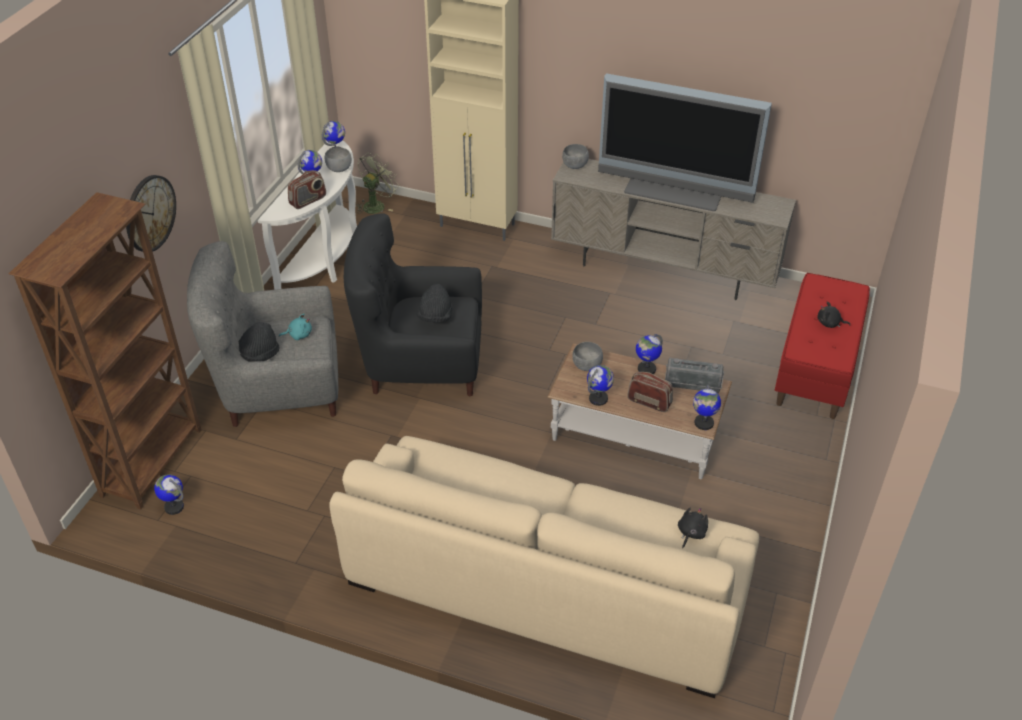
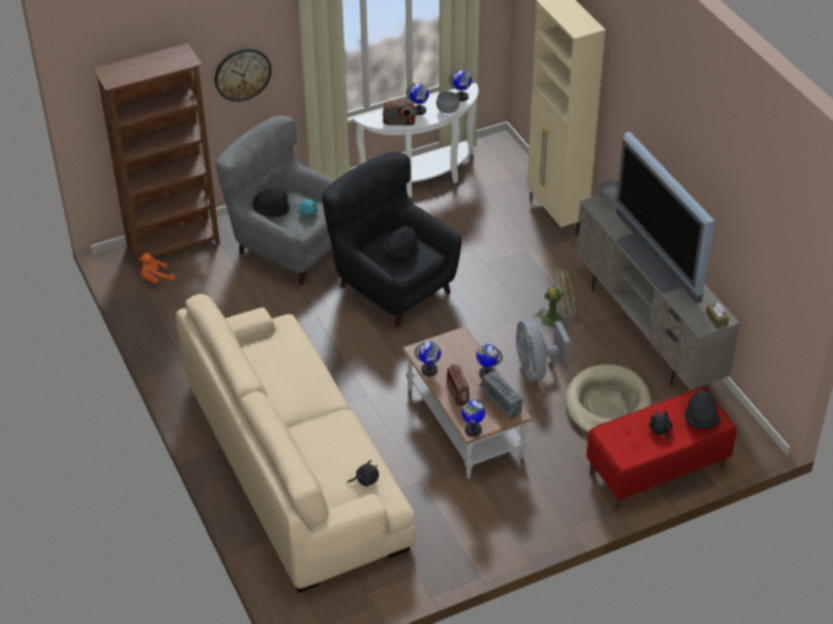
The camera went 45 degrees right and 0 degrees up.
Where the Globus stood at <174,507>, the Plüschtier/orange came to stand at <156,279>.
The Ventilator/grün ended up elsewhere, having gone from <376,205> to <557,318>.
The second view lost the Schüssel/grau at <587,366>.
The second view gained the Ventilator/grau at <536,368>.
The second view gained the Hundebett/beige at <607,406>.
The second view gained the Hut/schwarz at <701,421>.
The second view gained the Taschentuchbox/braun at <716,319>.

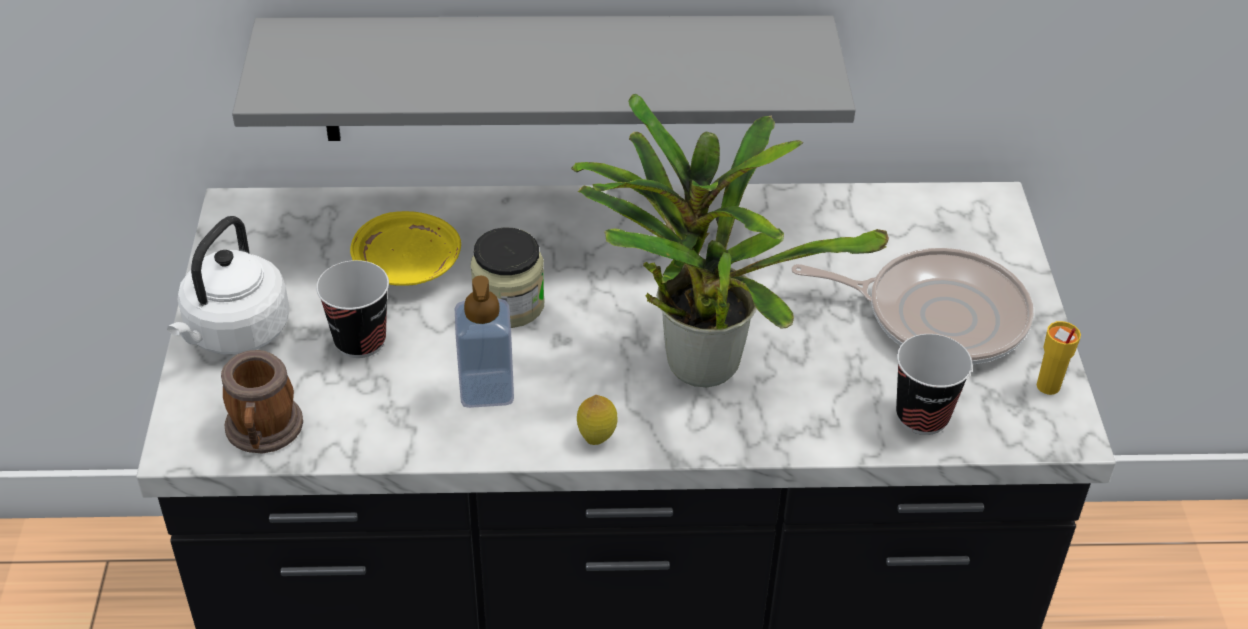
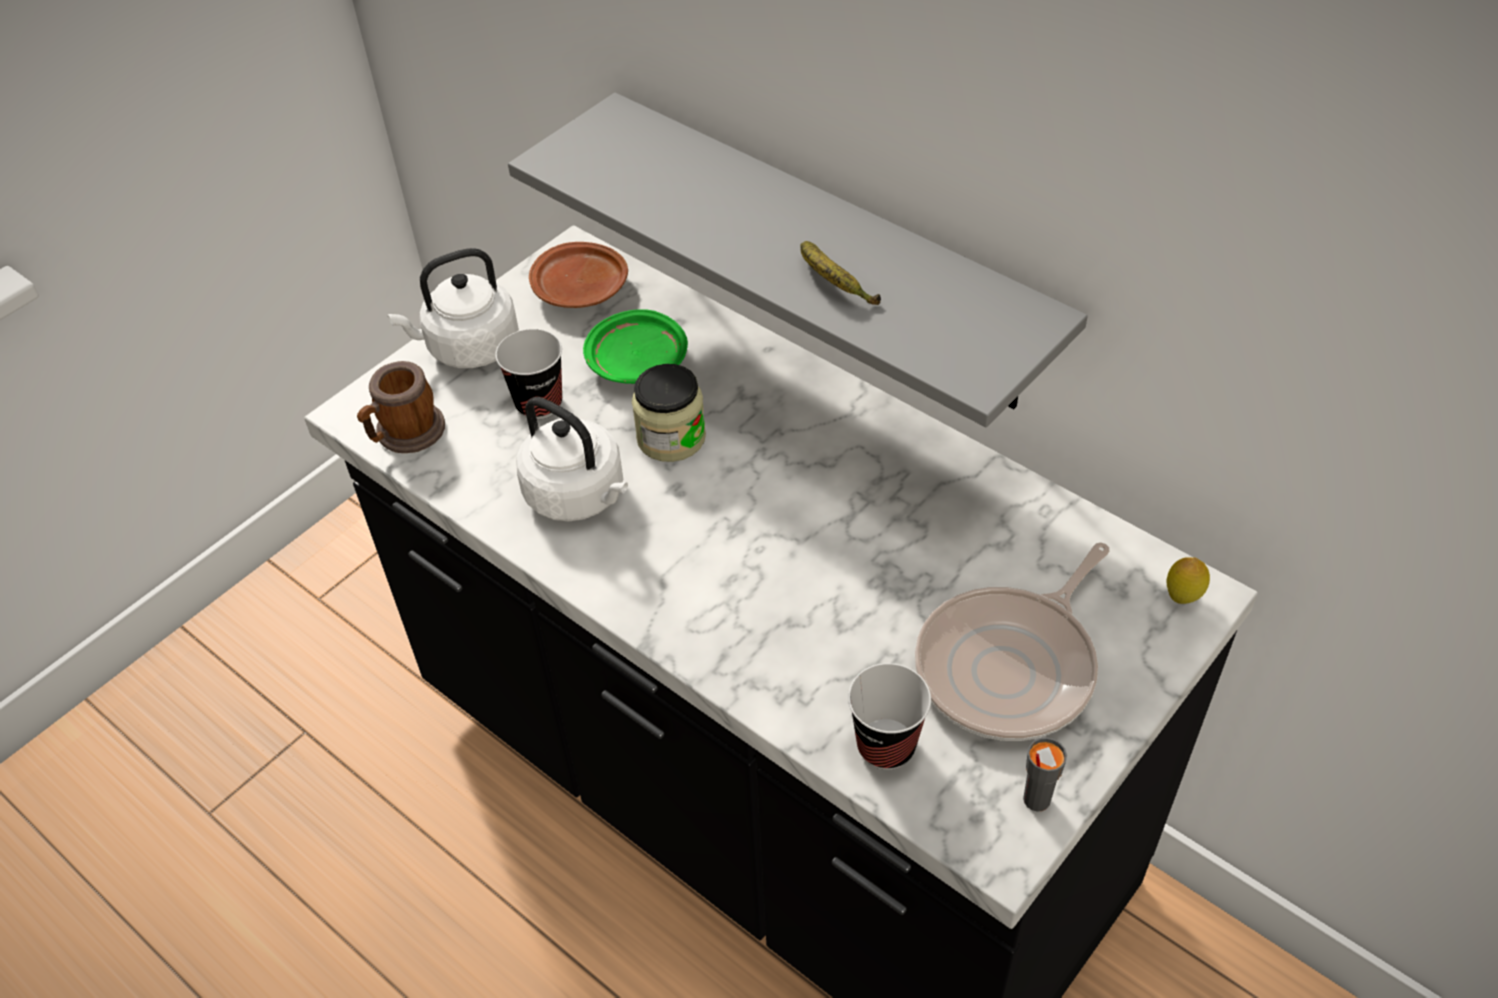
The camera went 45 degrees right and 5 degrees up.
What was the Teller/gelb at <408,265> turned into the Teller/grün at <637,362>.
Where the Seifenspender stood at <486,389>, the Wasserkessel/weiß came to stand at <579,496>.
The second view lost the Topfpflanze at <697,359>.
The Zitrone ended up elsewhere, having gone from <596,438> to <1182,597>.
The Pfanne at <937,315> ended up facing another way, 75 degrees clockwise from before.
What was the Tasse/gelb at <1047,386> turned into the Tasse/grau at <1035,799>.
The second view gained the Teller/braun at <581,290>.
The second view gained the Banane at <833,284>.

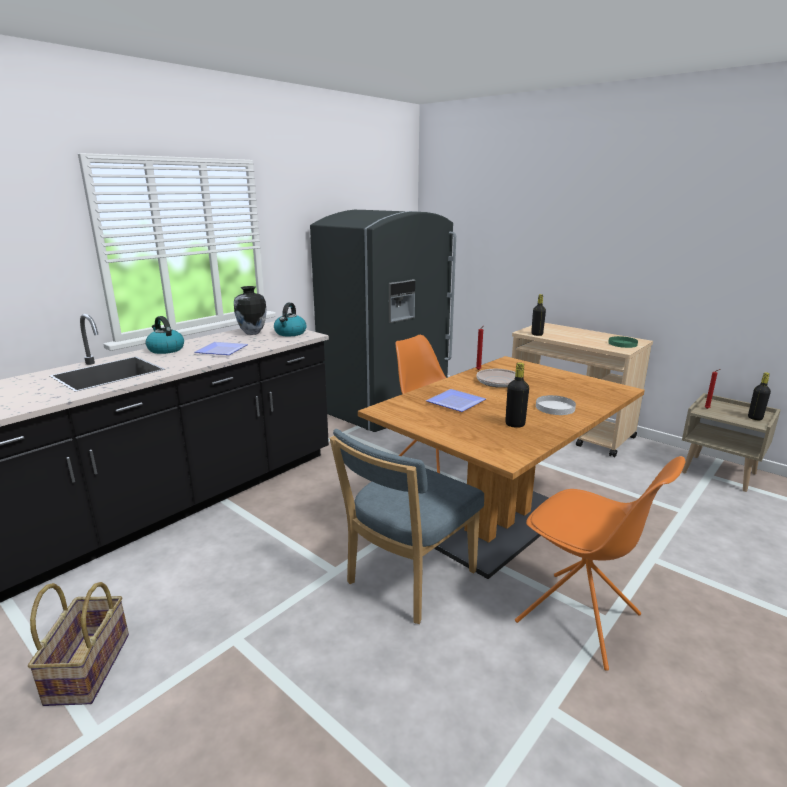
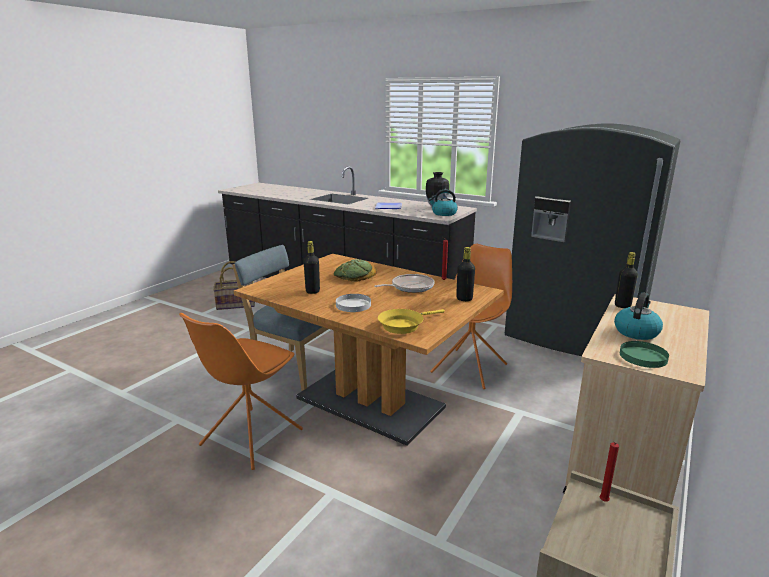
The camera went 80 degrees right and 0 degrees up.
The Wasserkessel ended up elsewhere, having gone from <165,349> to <636,332>.
Where the Teller stood at <458,402>, the Brot came to stand at <354,275>.
The Flasche/schwarz ended up elsewhere, having gone from <755,418> to <464,299>.
The second view gained the Pfanne/gelb at <404,325>.

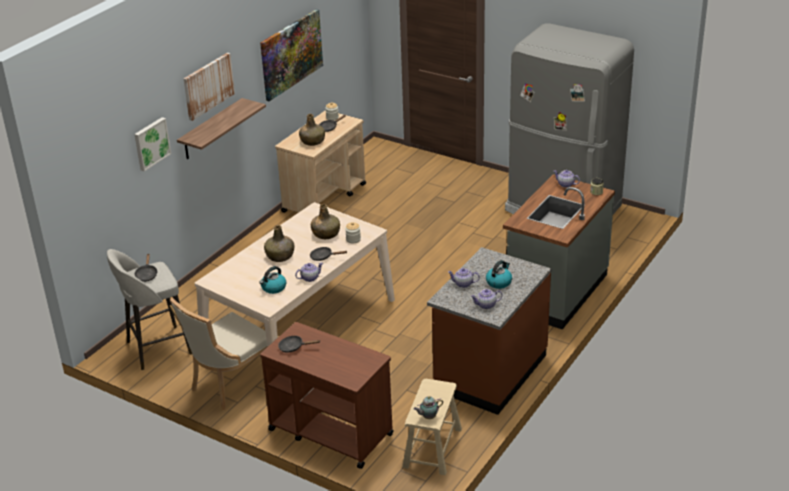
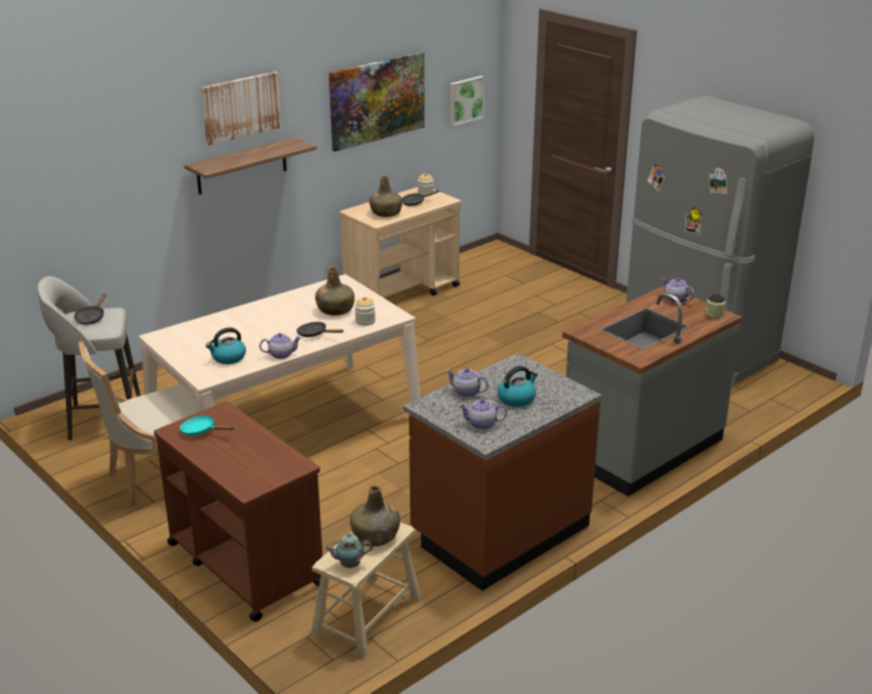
The camera went 15 degrees right and 5 degrees down.
The Bild ended up elsewhere, having gone from <151,143> to <465,100>.
The Flasche/grün ended up elsewhere, having gone from <280,256> to <375,536>.
What was the Pfanne/schwarz at <293,347> turned into the Pfanne/türkis at <201,431>.

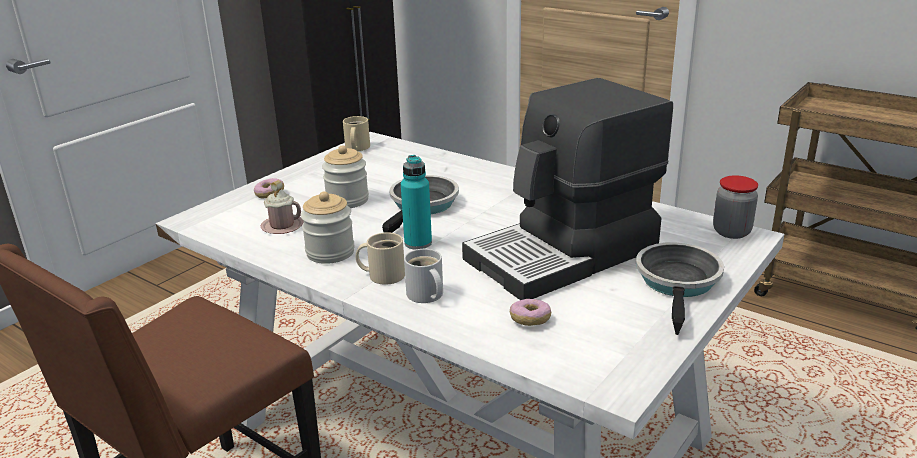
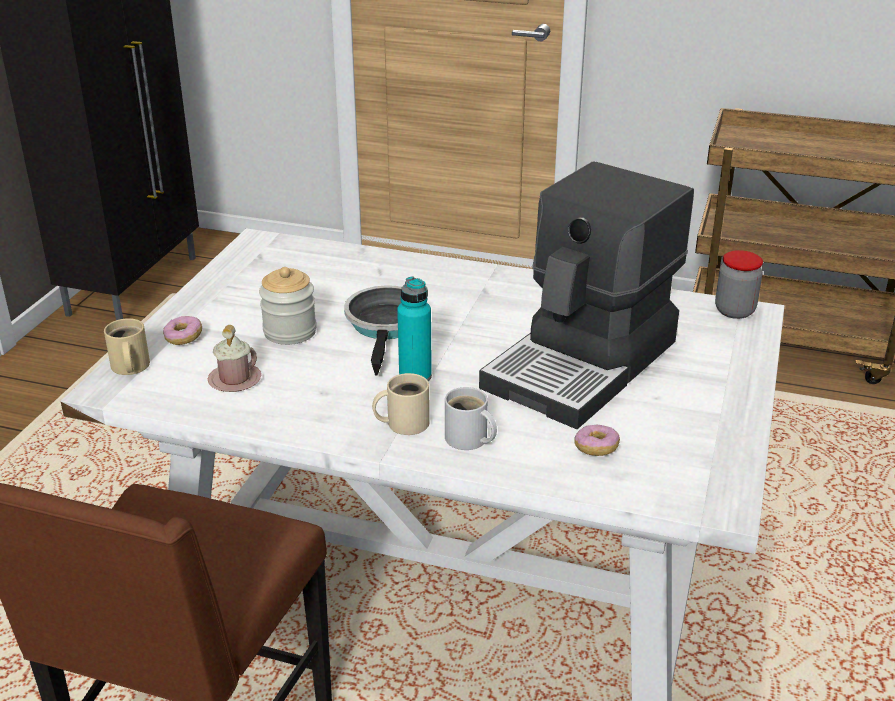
The camera went 20 degrees left and 5 degrees up.
The second view lost the Vorratsglas at <330,252>.
The Henkelbecher/beige ended up elsewhere, having gone from <356,148> to <129,367>.
The second view lost the Pfanne at <678,283>.

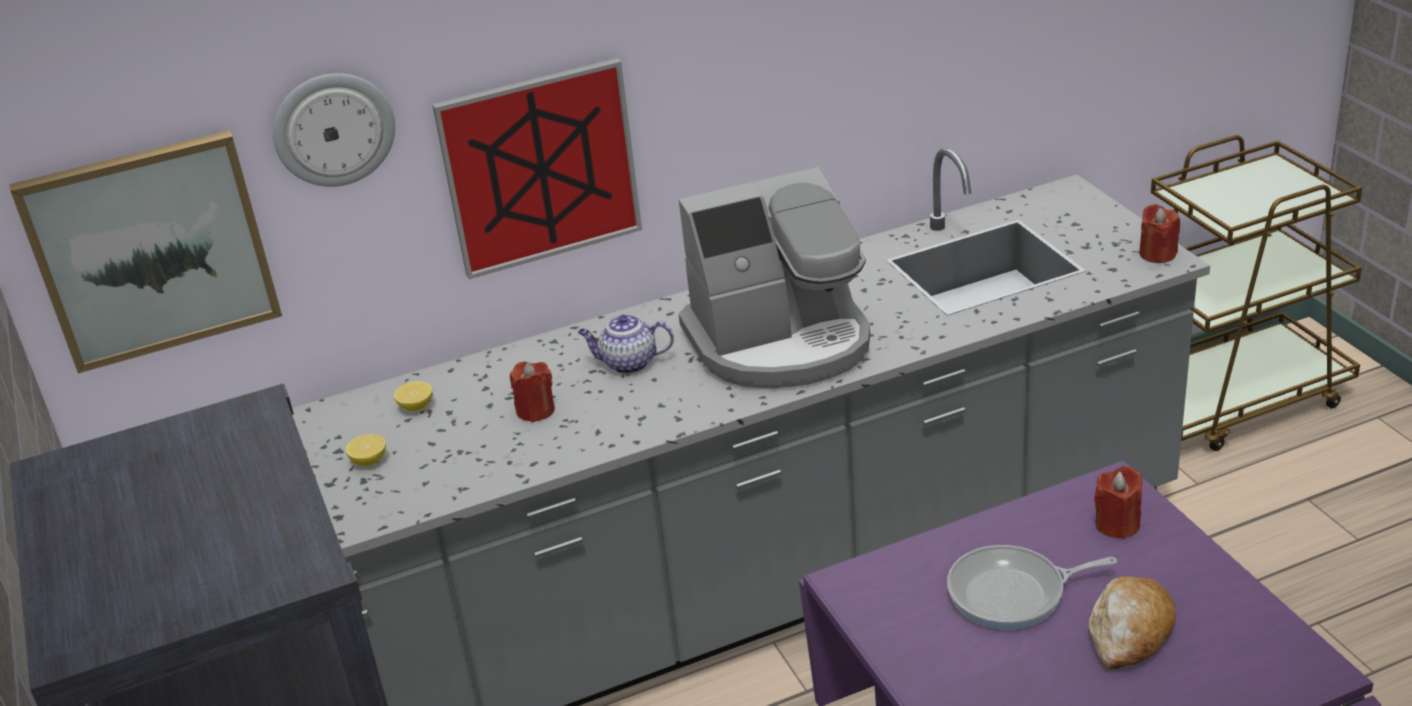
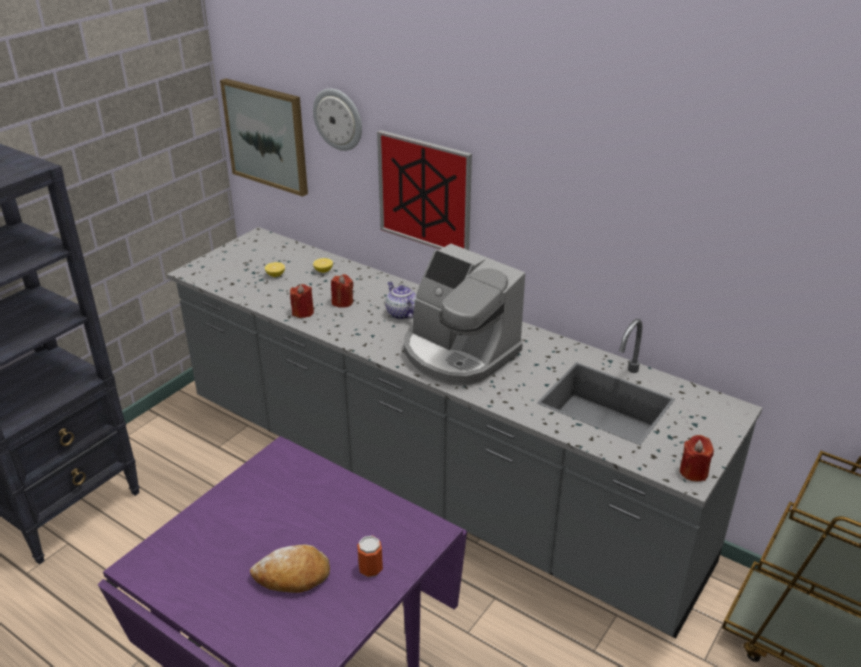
The camera went 55 degrees right and 0 degrees up.
The second view lost the Pfanne at <1013,593>.
The Kerze/rot ended up elsewhere, having gone from <1117,524> to <303,312>.
The second view gained the Dose at <370,569>.

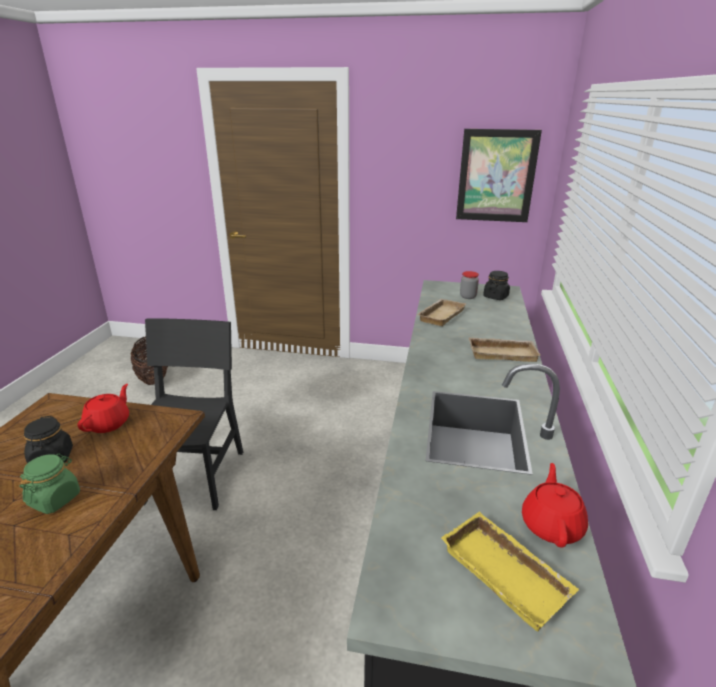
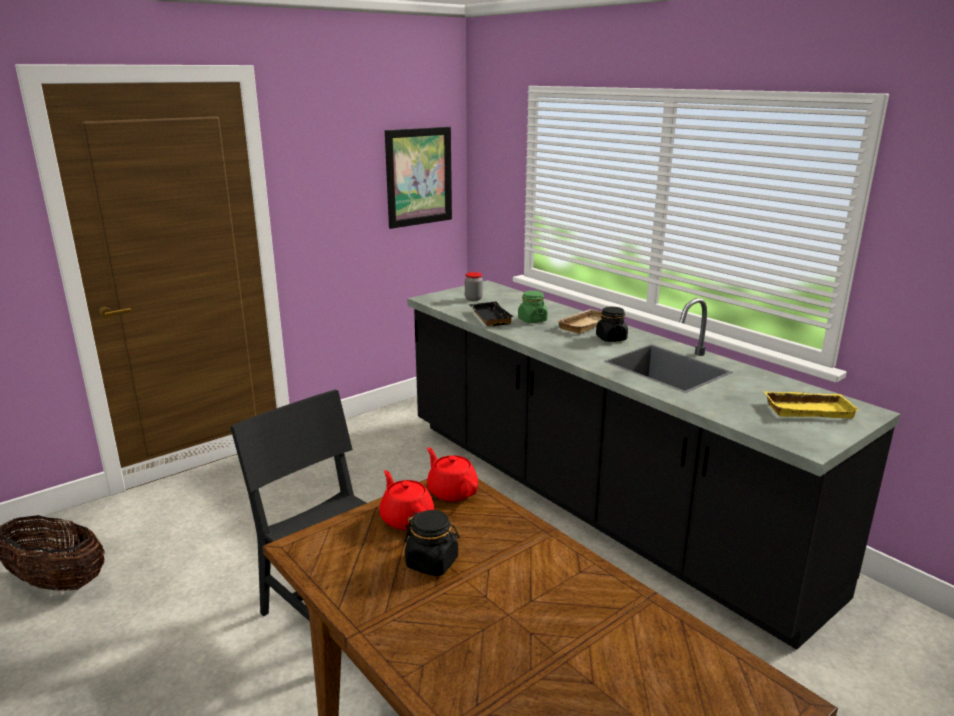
The camera went 50 degrees left and 5 degrees down.
The Vorratsglas/grün ended up elsewhere, having gone from <55,499> to <532,320>.
What was the Tablett/beige at <440,315> turned into the Tablett/schwarz at <488,317>.
The Vorratsglas/schwarz ended up elsewhere, having gone from <495,297> to <611,338>.
The Teekanne/rot ended up elsewhere, having gone from <551,525> to <452,491>.

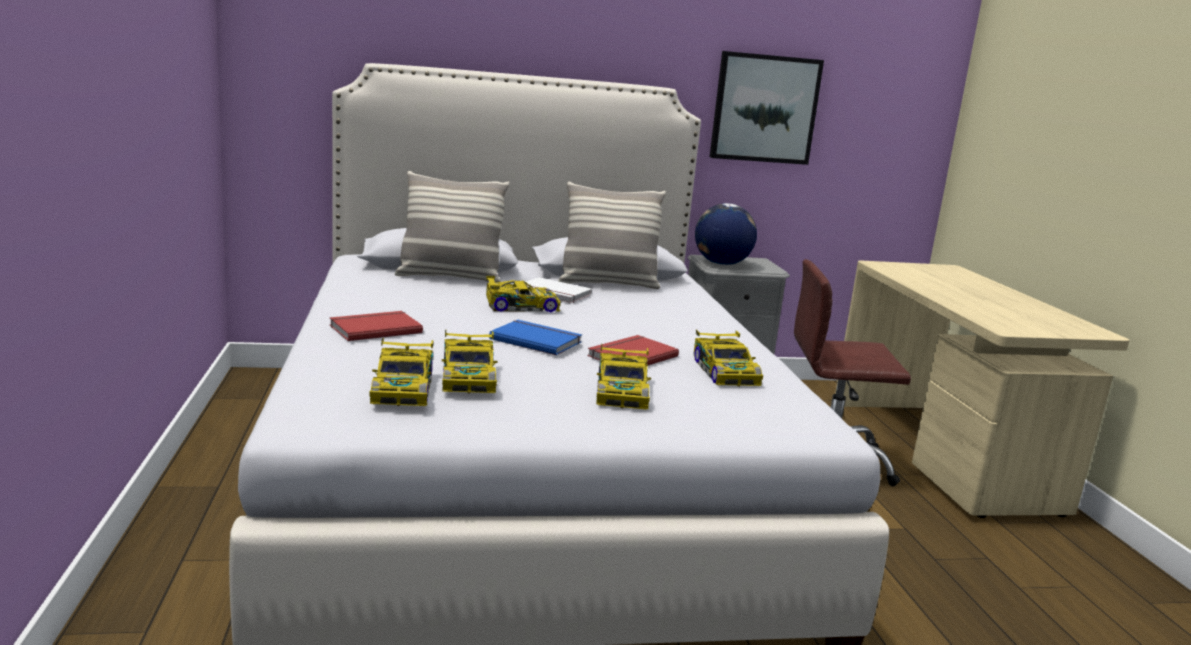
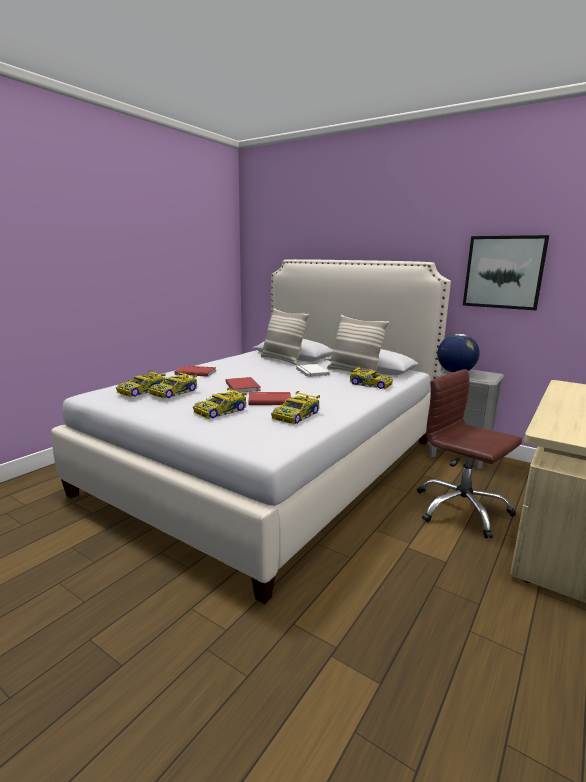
The camera went 45 degrees right and 0 degrees up.
The Spielzeugauto ended up elsewhere, having gone from <520,306> to <370,384>.
What was the Buch/blau at <536,340> turned into the Buch/rot at <244,386>.

